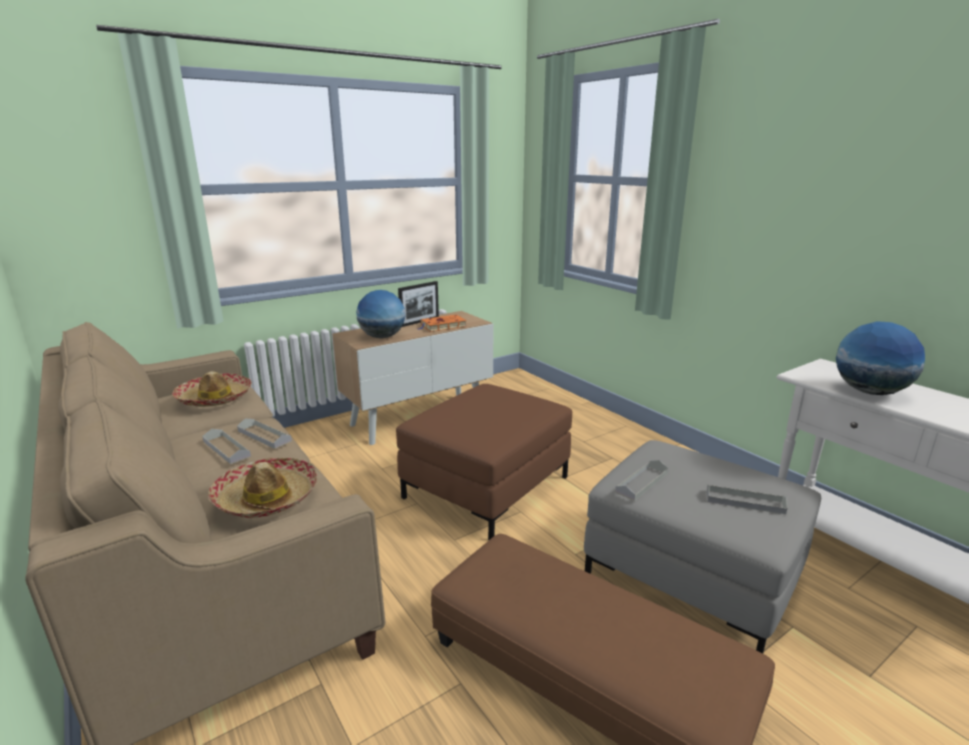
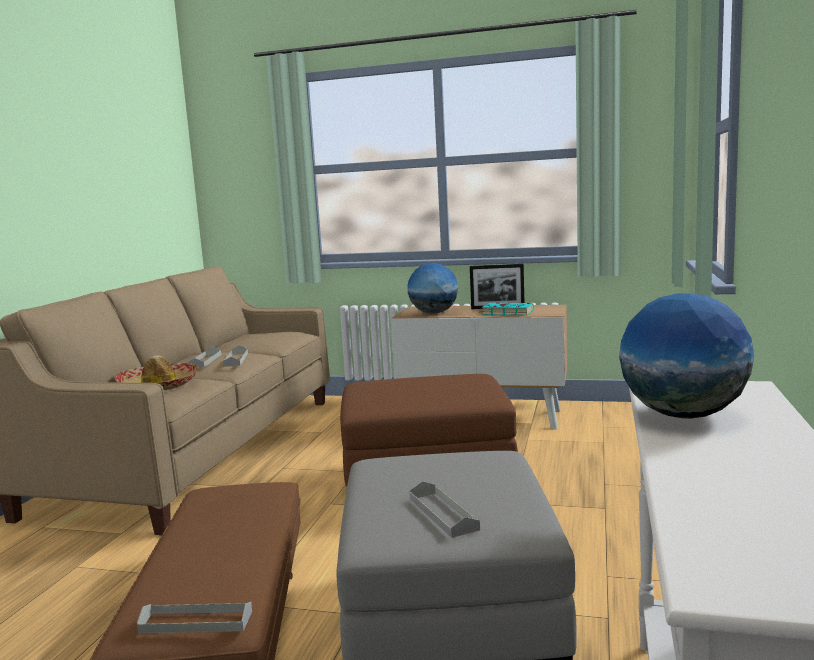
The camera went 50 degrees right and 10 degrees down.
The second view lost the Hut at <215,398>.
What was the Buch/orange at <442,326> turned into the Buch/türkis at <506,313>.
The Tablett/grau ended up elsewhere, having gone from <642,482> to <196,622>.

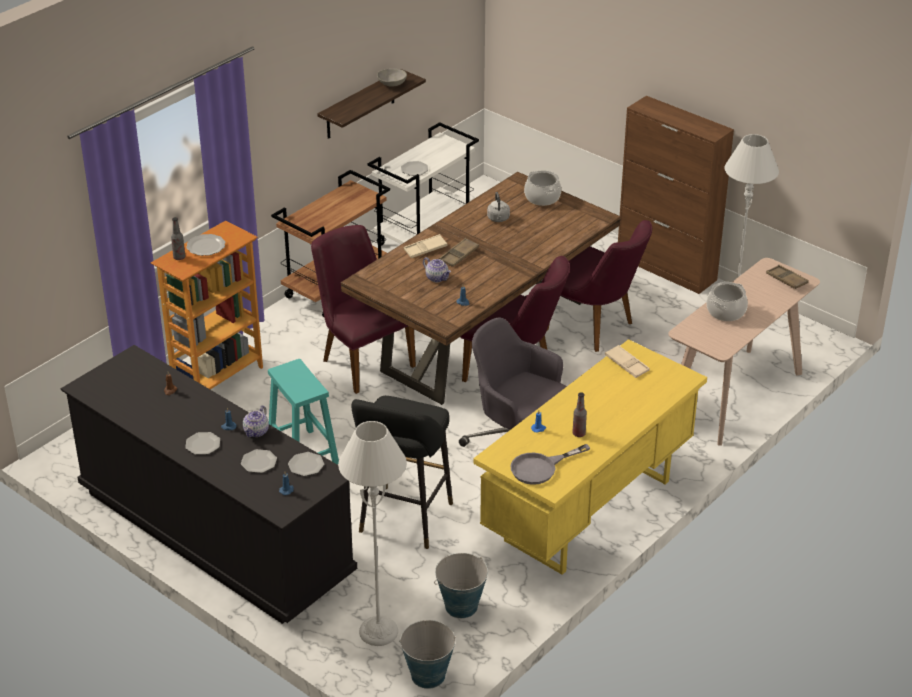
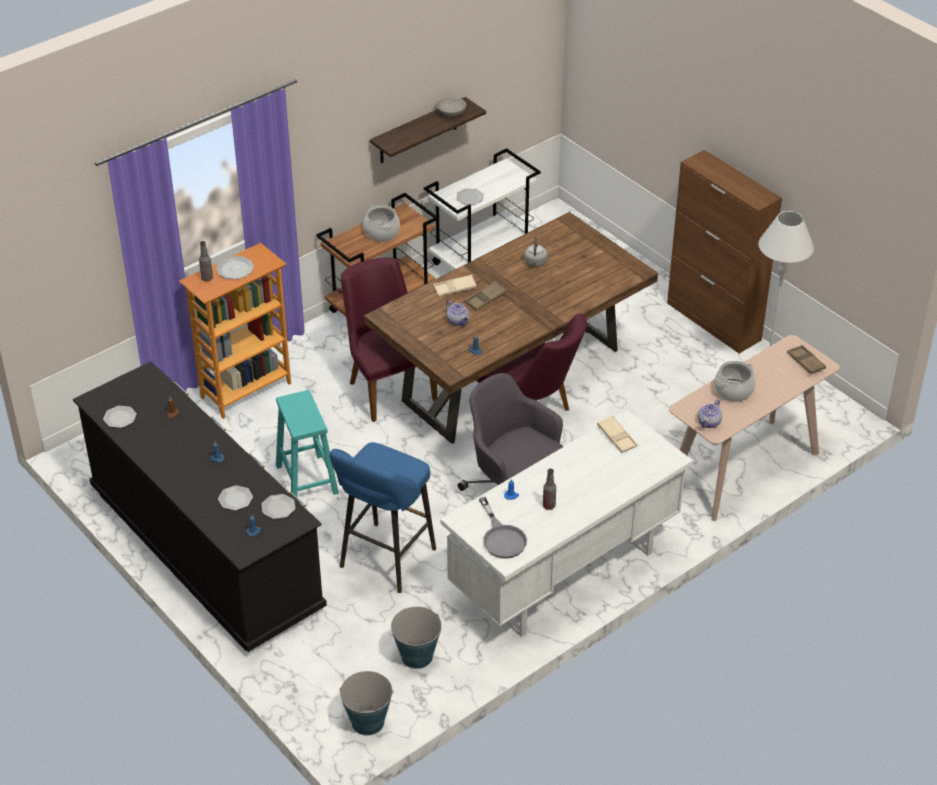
The camera went 10 degrees right and 5 degrees up.
The Teller ended up elsewhere, having gone from <202,444> to <119,418>.
The Teekanne ended up elsewhere, having gone from <256,432> to <709,423>.
The second view lost the Stehlampe/grau at <378,631>.
What was the Hocker/schwarz at <403,521> turned into the Hocker/blau at <384,561>.
What was the Schreibtisch/gelb at <588,511> turned into the Schreibtisch/weiß at <564,574>.
The Pfanne/grau at <540,468> ended up facing another way, 90 degrees counterclockwise from before.
The Kochtopf ended up elsewhere, having gone from <542,197> to <382,232>.
The second view lost the Stuhl/lila at <596,328>.

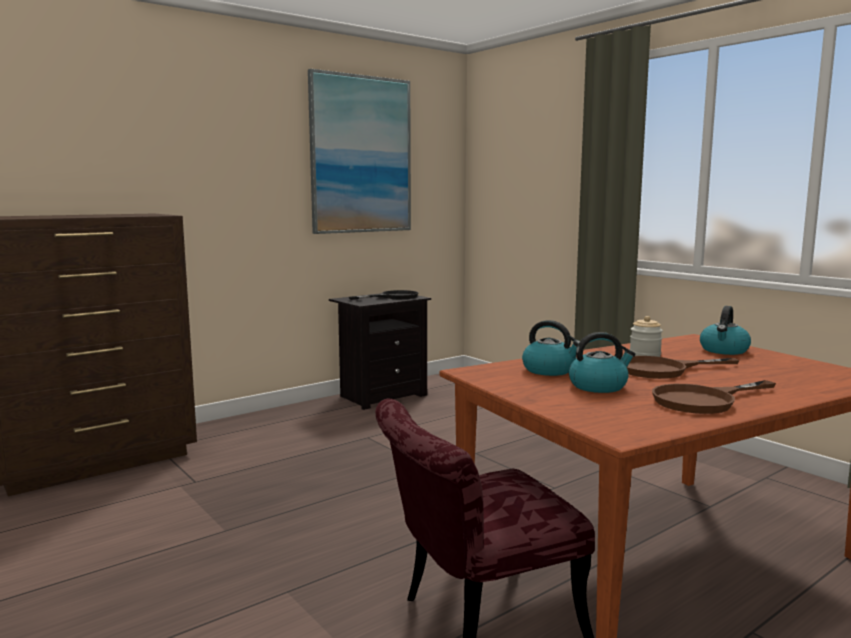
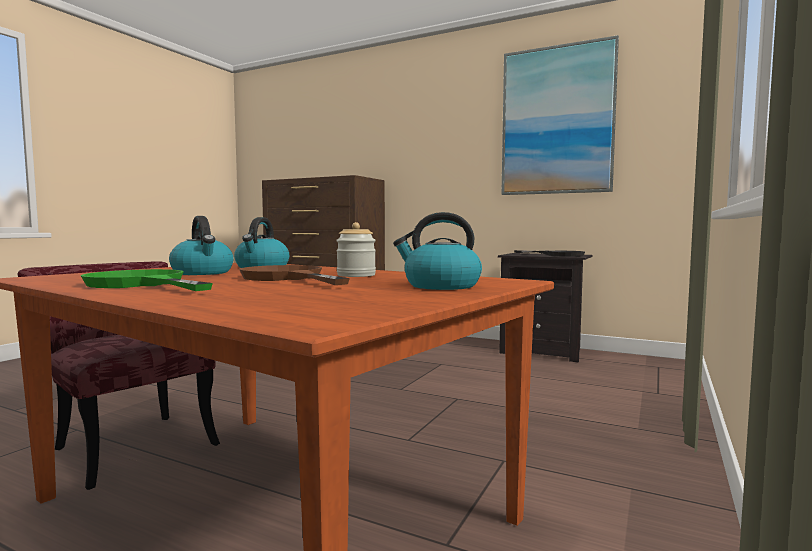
The camera went 65 degrees right and 5 degrees down.
What was the Pfanne/braun at <703,400> turned into the Pfanne/grün at <142,284>.

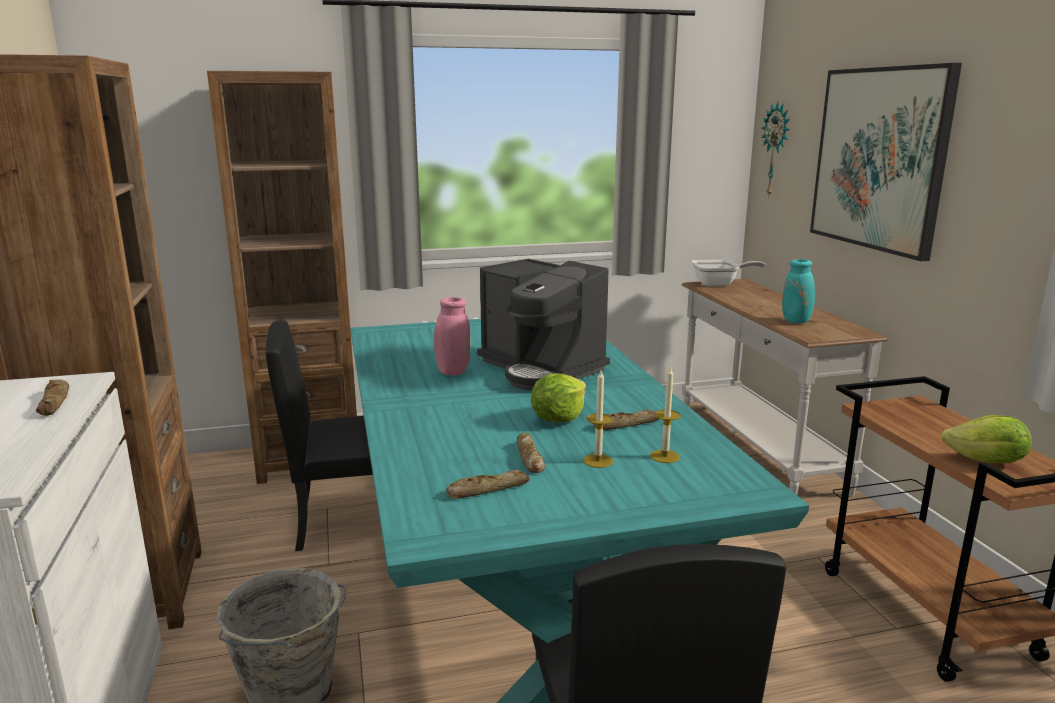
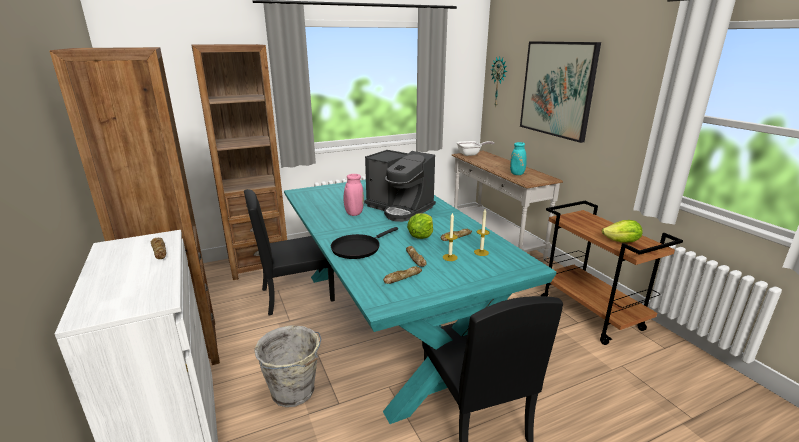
The camera went 10 degrees left and 5 degrees up.
The second view gained the Pfanne/schwarz at <358,248>.

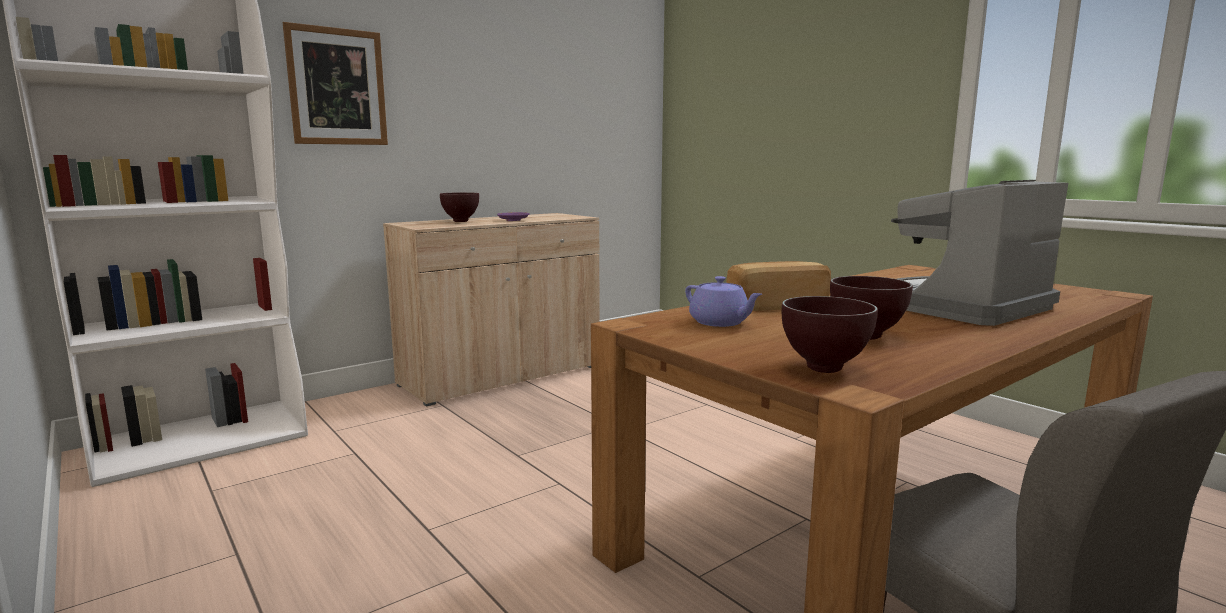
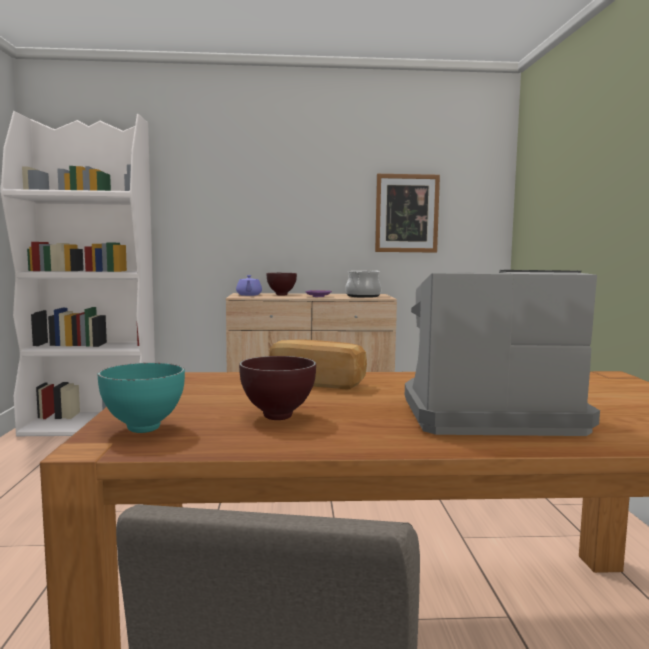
The camera went 35 degrees right and 5 degrees down.
The Bild ended up elsewhere, having gone from <337,87> to <406,213>.
The Teekanne/lila ended up elsewhere, having gone from <720,323> to <249,295>.
What was the Schüssel/braun at <826,368> turned into the Schüssel/türkis at <145,429>.
The second view gained the Kochtopf at <363,296>.

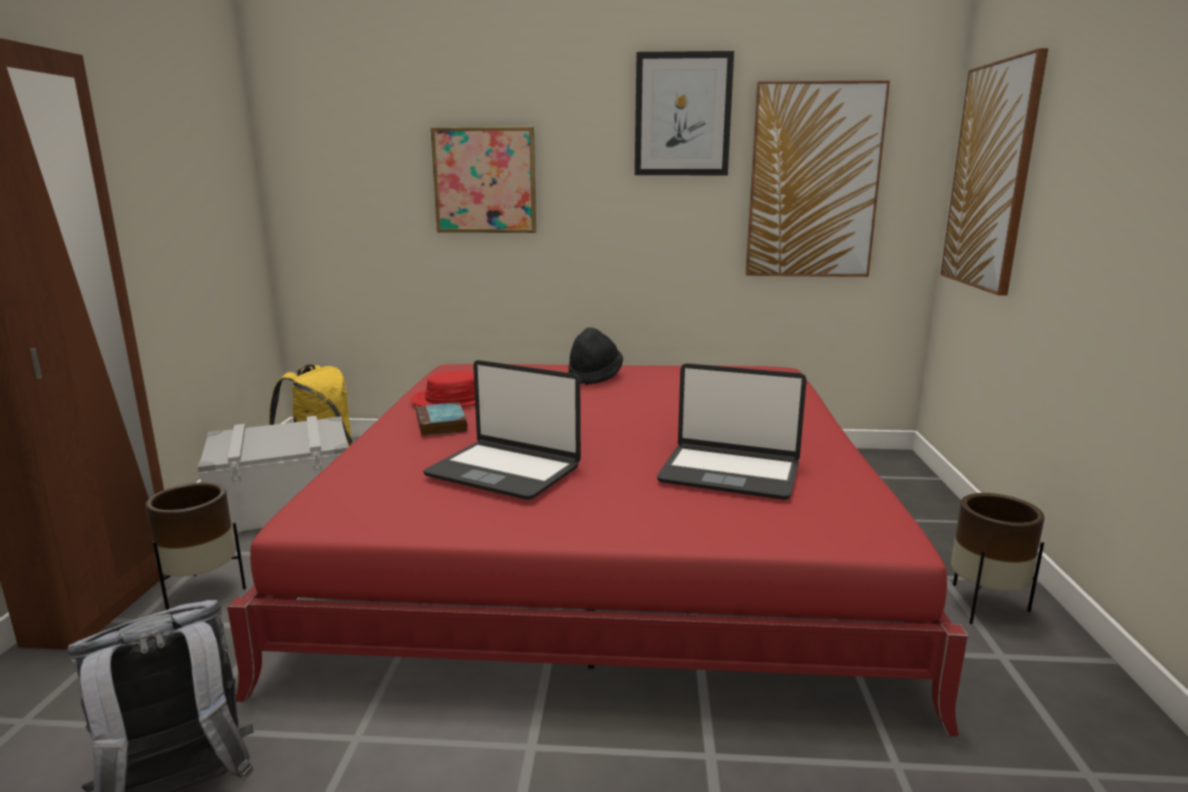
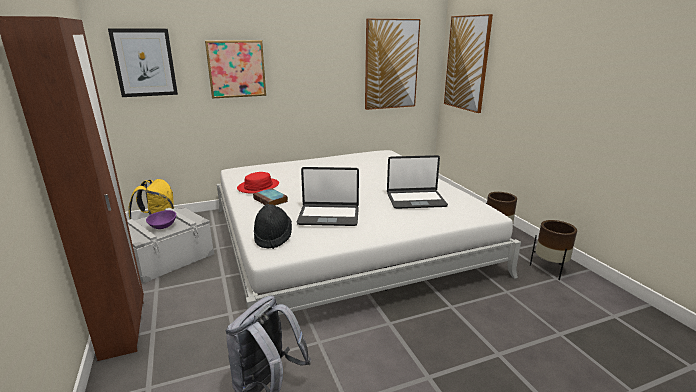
The camera went 25 degrees left and 5 degrees up.
The Pflanzkübel/braun ended up elsewhere, having gone from <203,592> to <549,269>.
What was the Bett/rot at <604,537> turned into the Bett/weiß at <344,239>.
The Hut/schwarz ended up elsewhere, having gone from <594,377> to <273,237>.
The Bild ended up elsewhere, having gone from <682,115> to <144,63>.
The second view gained the Schüssel/lila at <163,227>.

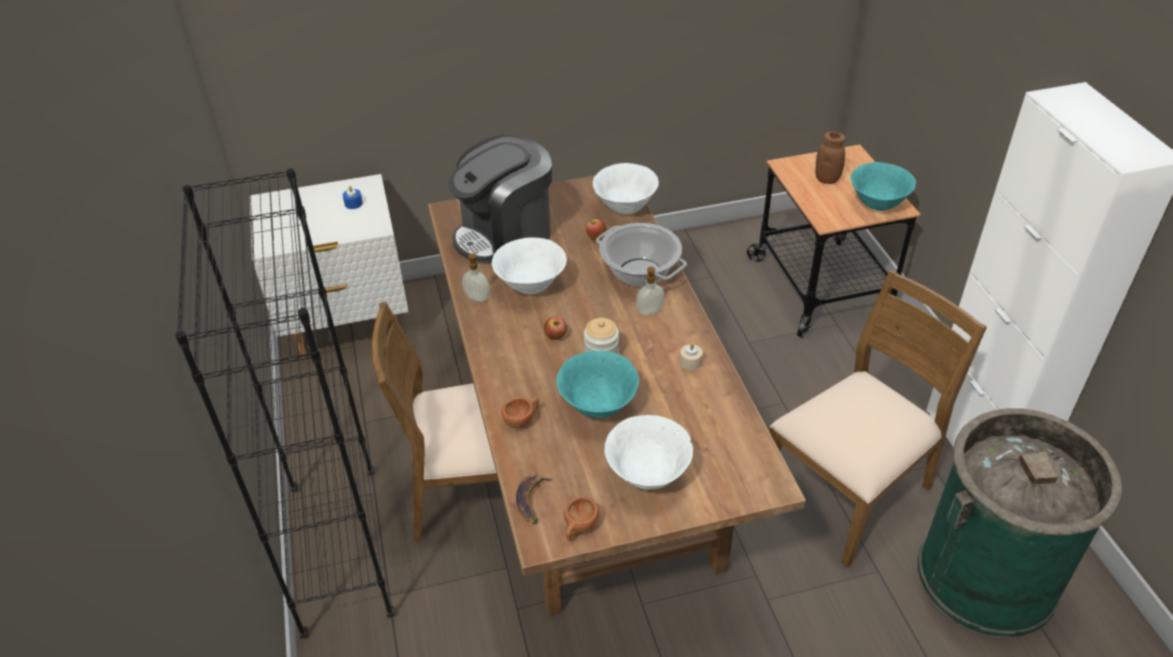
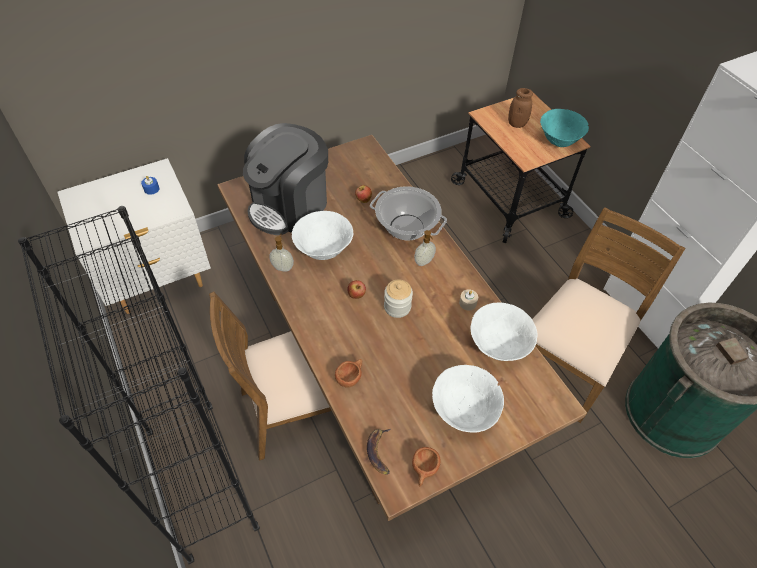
The camera went 15 degrees left and 10 degrees up.
The second view lost the Schüssel/türkis at <598,406>.
The Schüssel/weiß ended up elsewhere, having gone from <625,208> to <498,347>.

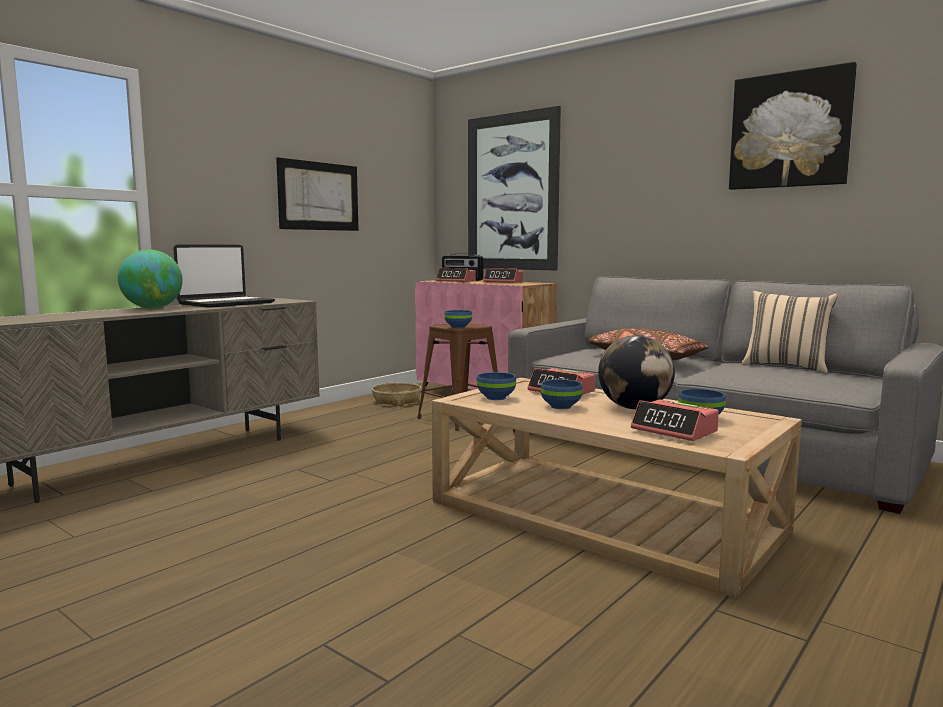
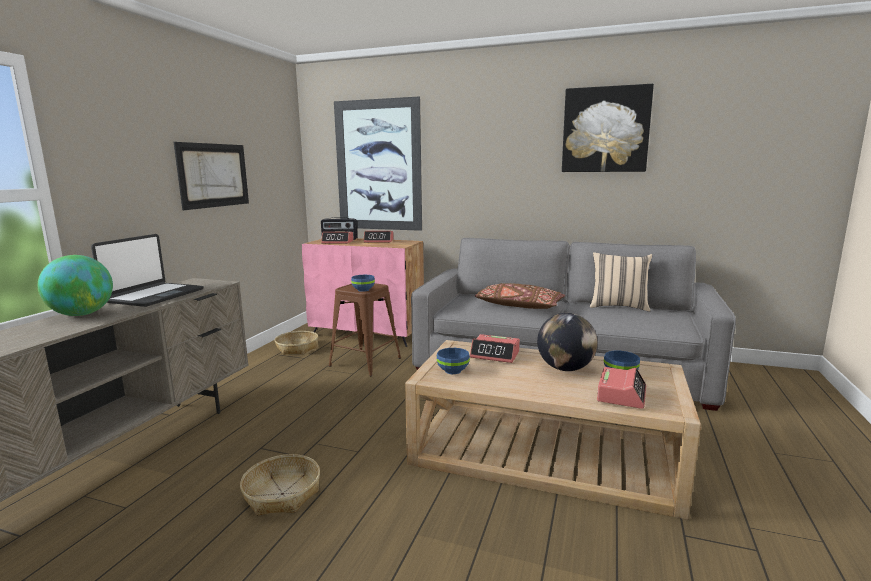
The camera went 20 degrees left and 5 degrees up.
The second view lost the Schüssel/blau at <560,407>.
The Wecker at <674,430> ended up facing another way, 90 degrees counterclockwise from before.
The second view gained the Korb at <282,494>.

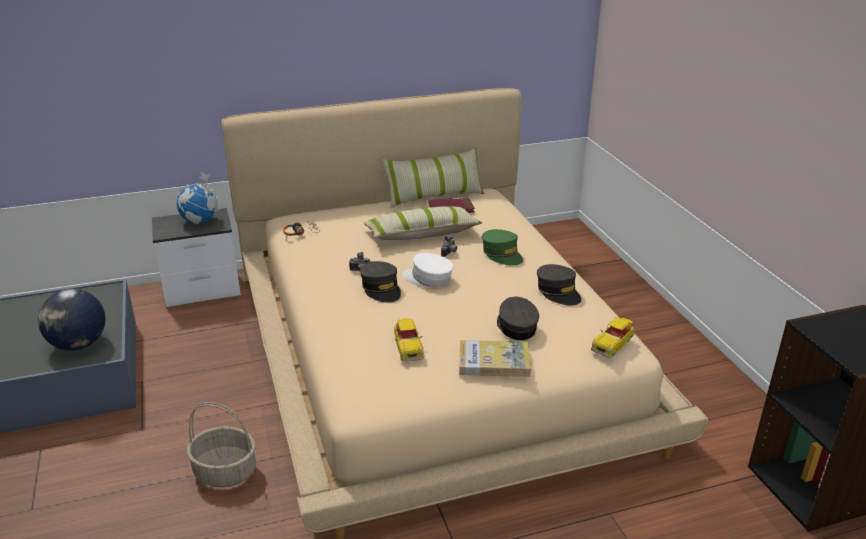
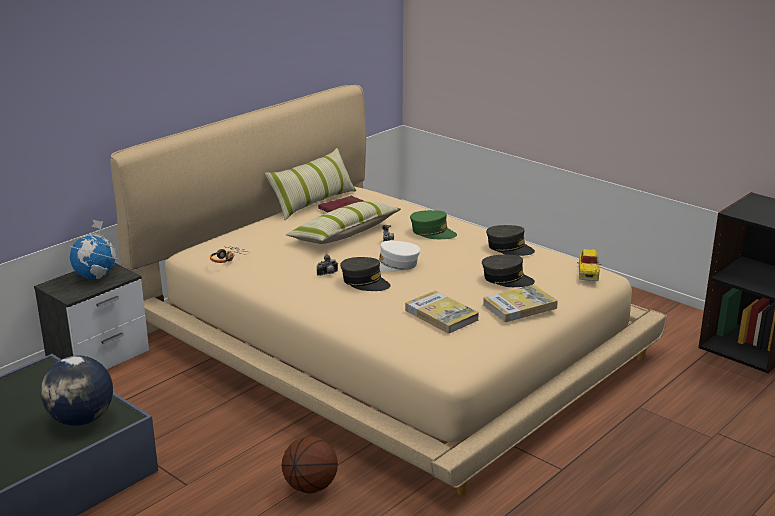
The camera went 30 degrees left and 5 degrees down.
Where the Korb stood at <226,471>, the Basketball came to stand at <310,486>.
Where the Spielzeugauto stood at <408,346>, the Buch came to stand at <441,315>.
The Kappe/grau at <516,326> ended up facing another way, 150 degrees clockwise from before.

